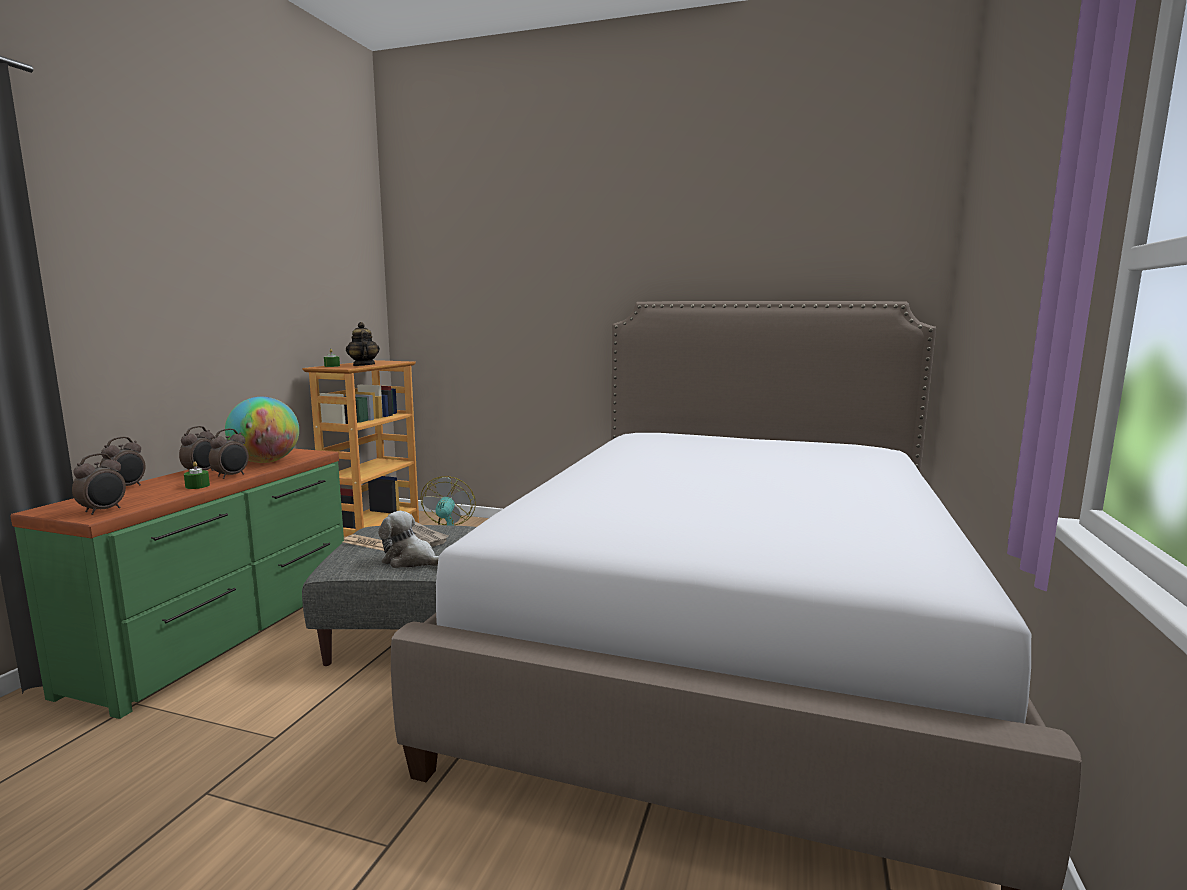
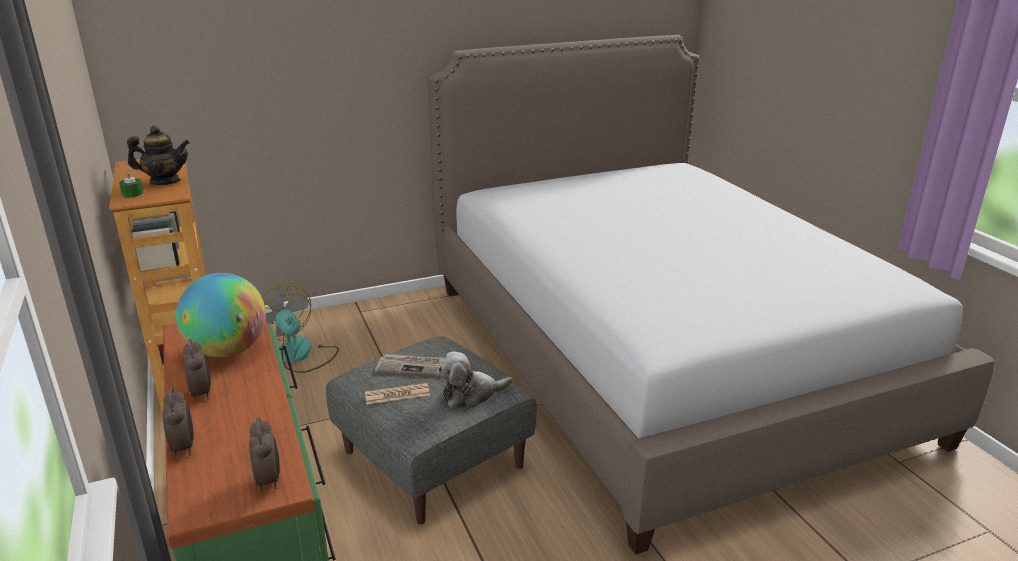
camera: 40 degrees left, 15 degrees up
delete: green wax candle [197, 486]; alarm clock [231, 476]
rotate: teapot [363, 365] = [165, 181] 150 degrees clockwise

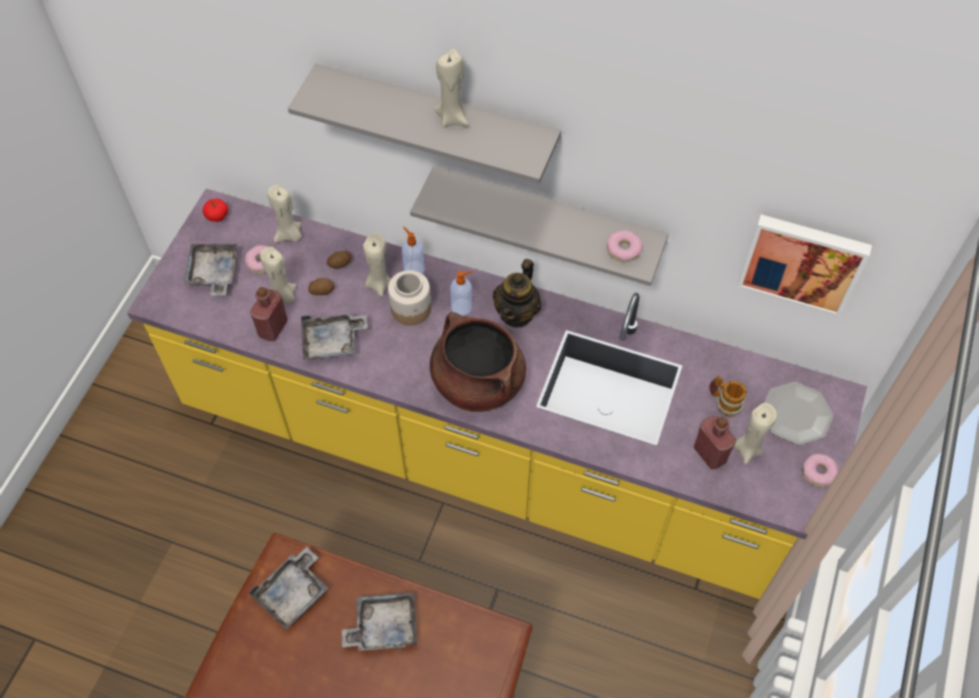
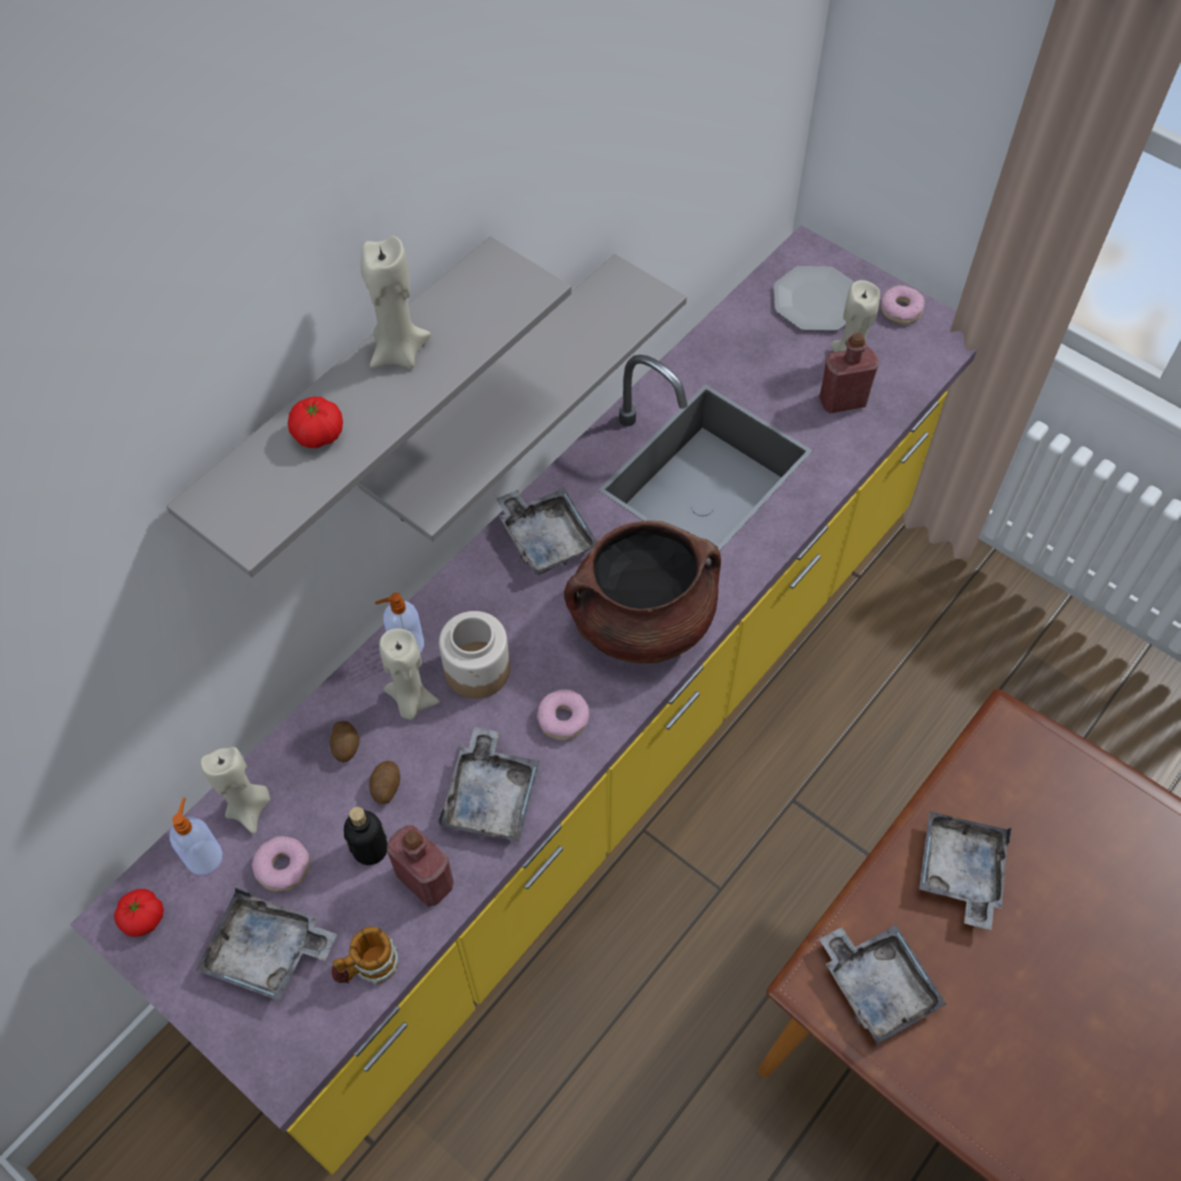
camera: 70 degrees left, 0 degrees up
delete: wall art [802, 262]
insert: whole tomato [318, 434]
move: soap dispenser [462, 307] to [204, 856]; mug [724, 402] to [368, 967]; ring doughnut [623, 249] to [563, 718]
replace: beige-coloured wax candle [283, 297] to drink bottle [370, 849]; teapot [517, 313] to grey serving tray [546, 538]

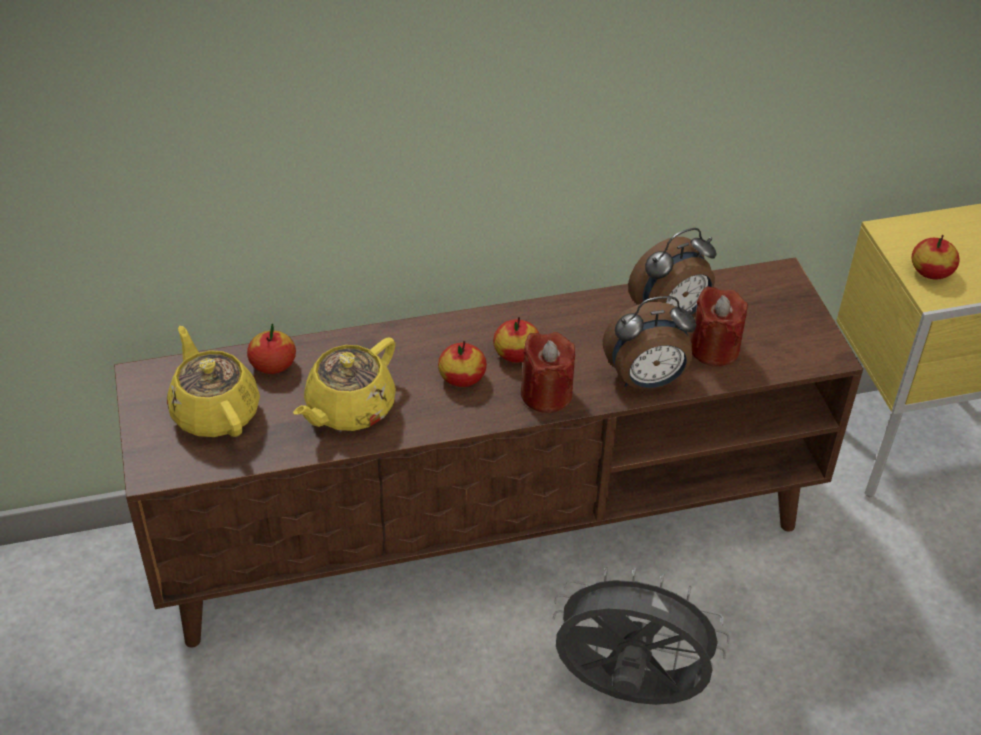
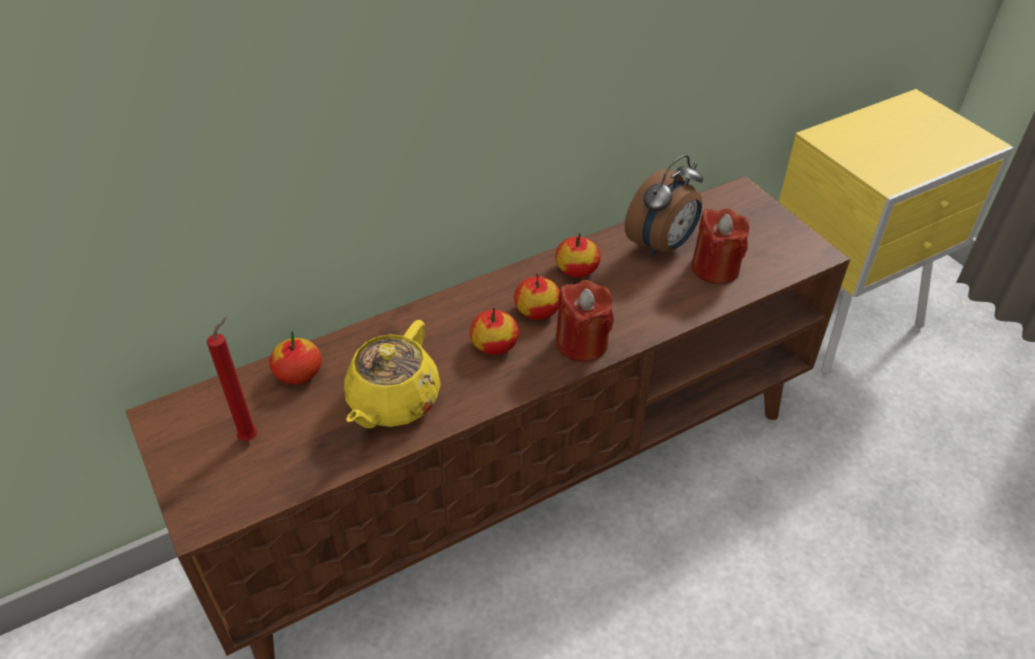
camera: 15 degrees left, 0 degrees up
delete: grey fan [627, 692]; alarm clock [646, 381]
move: apple [931, 271] to [577, 269]
replace: yellow teapot [215, 411] to red wax candle [251, 436]

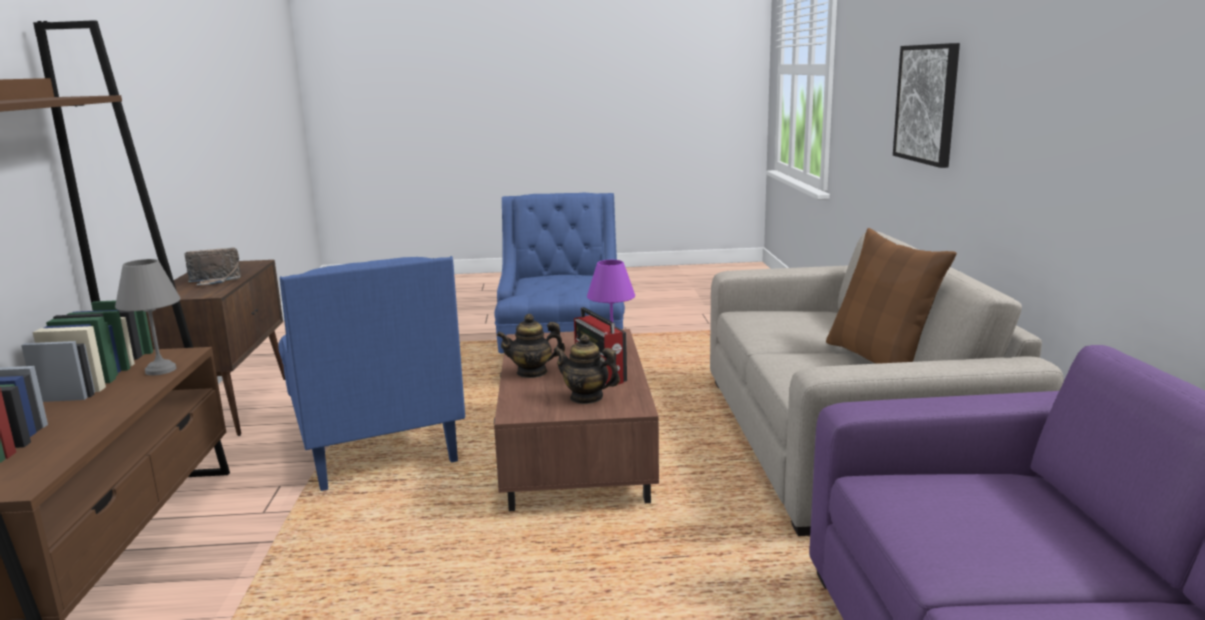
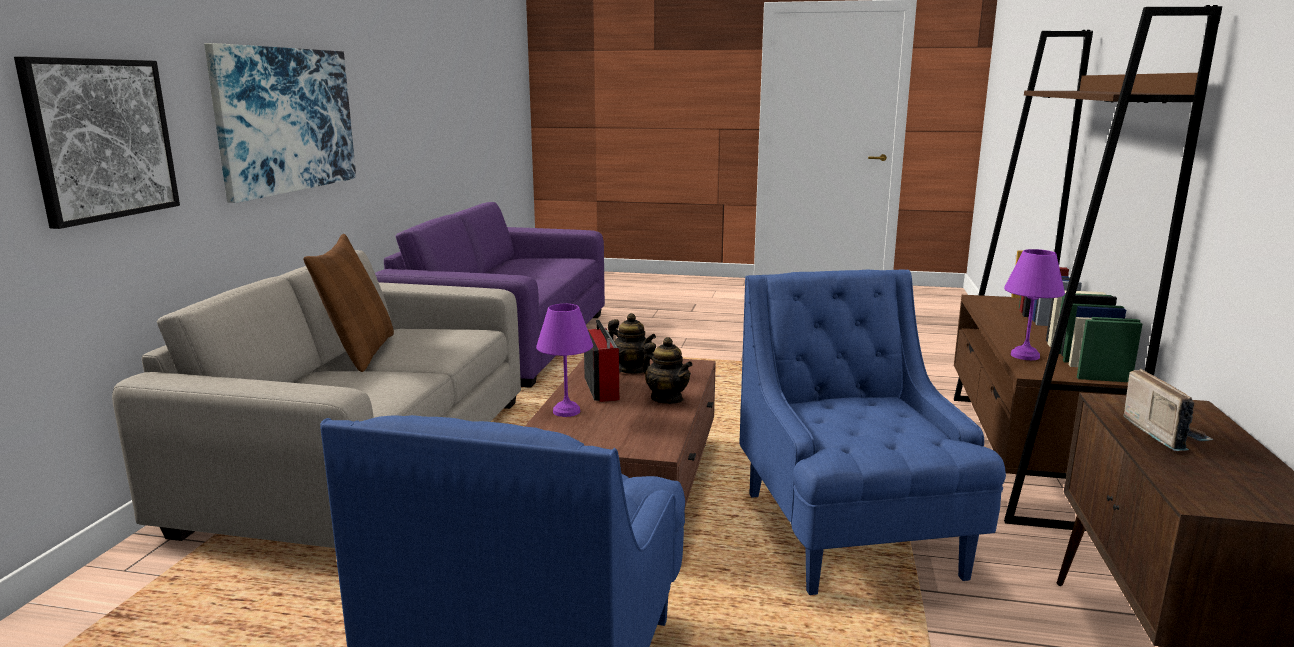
camera: 165 degrees left, 0 degrees up
insert: wall art [286, 120]
recolor: grey lamp for a table [162, 370] to purplish lamp for a table [1024, 356]
rotate: teapot [532, 372] = [667, 399] 45 degrees clockwise; radio [216, 282] = [1163, 433] 90 degrees clockwise

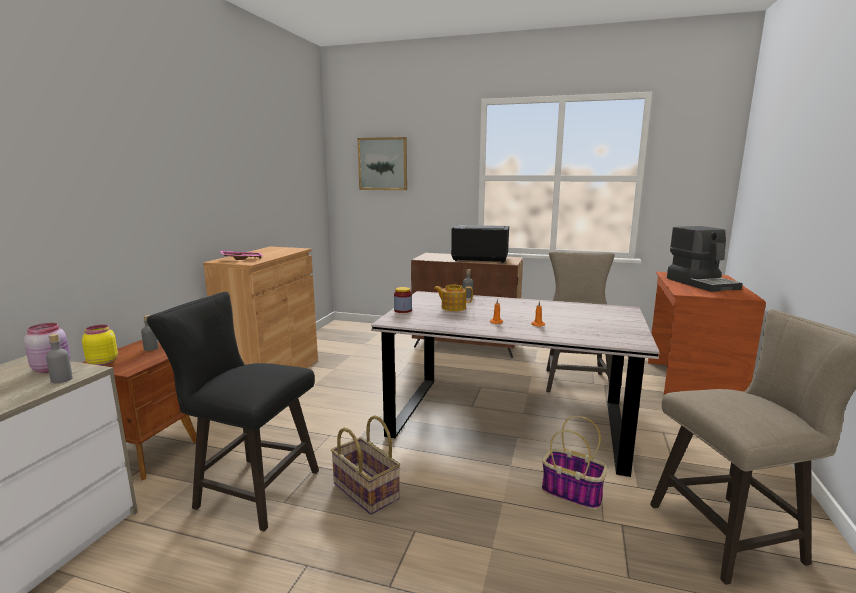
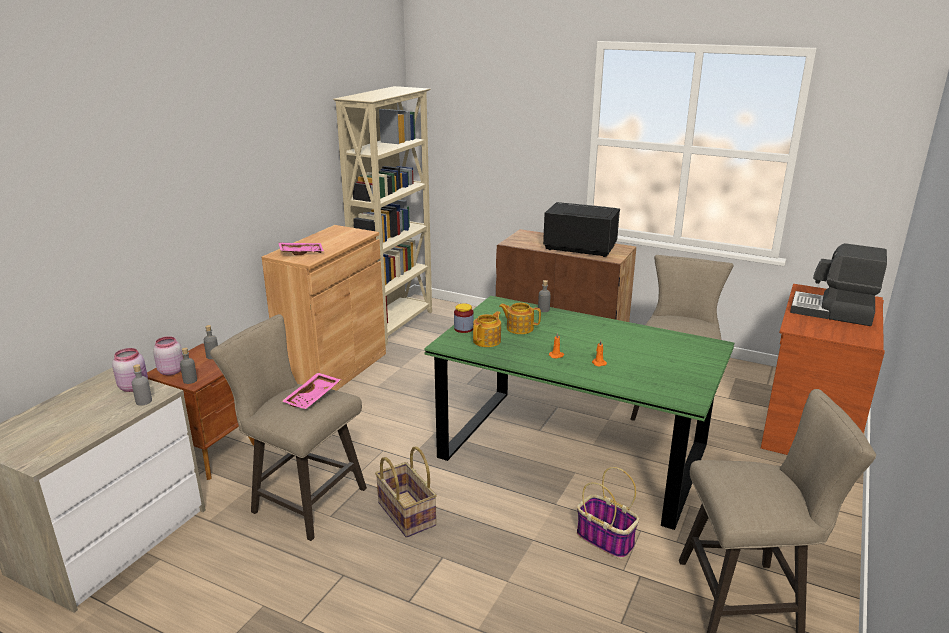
camera: 10 degrees right, 10 degrees up
delete: wall art [383, 164]
insert: grey drink bottle [190, 380]; pinkish serving tray [313, 397]; beige-coloured bookshelf [395, 324]; teapot [487, 341]
recolor: yellow jar [102, 362] to pinkish jar [170, 371]; blackish stool seat [250, 488] to beige-coloured stool seat [302, 499]; grey kitchen table [508, 419] to green kitchen table [574, 450]
rotate: coffee machine [702, 283] = [832, 312] 120 degrees clockwise

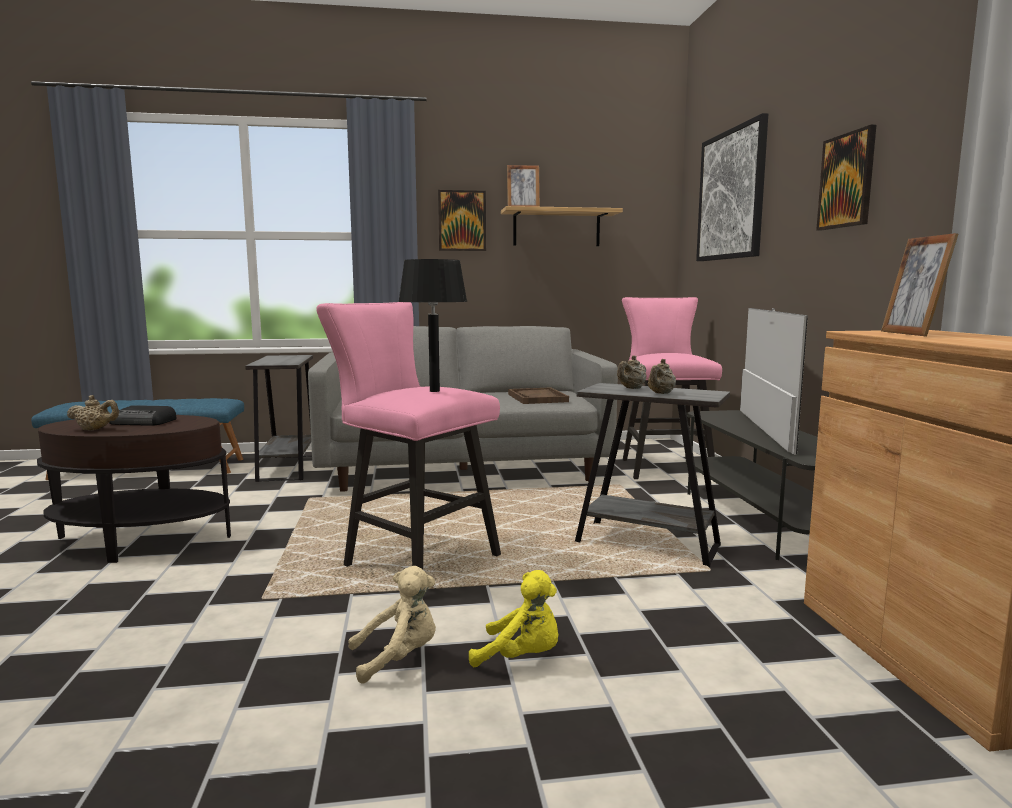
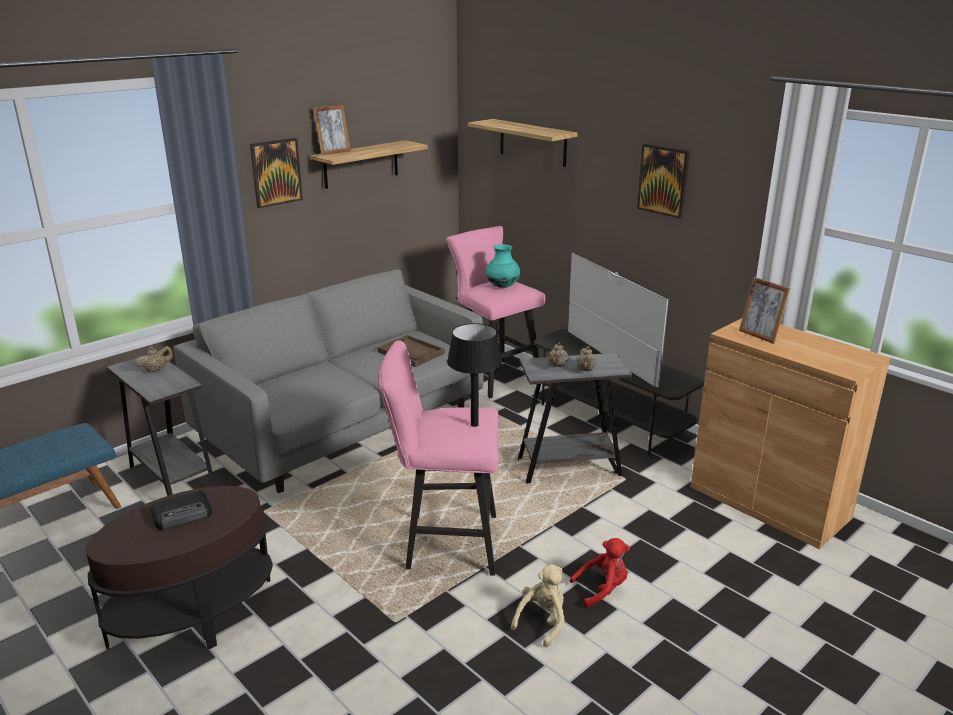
camera: 35 degrees left, 15 degrees up
insert: turquoise vase [502, 286]
move: beige-coloured teapot [95, 429] to [156, 370]
replace: wall art [731, 195] to shelf [532, 142]
recolor: yellow cuddly toy [521, 657] to red cuddly toy [602, 589]

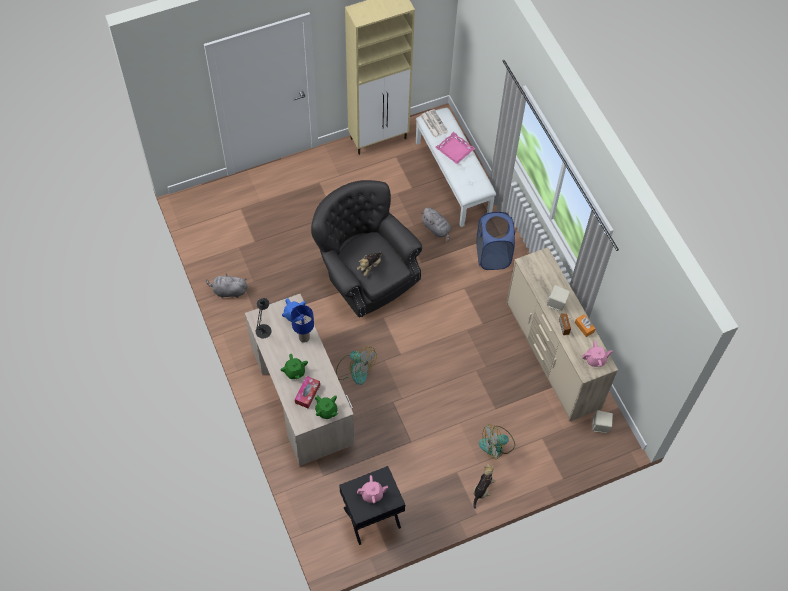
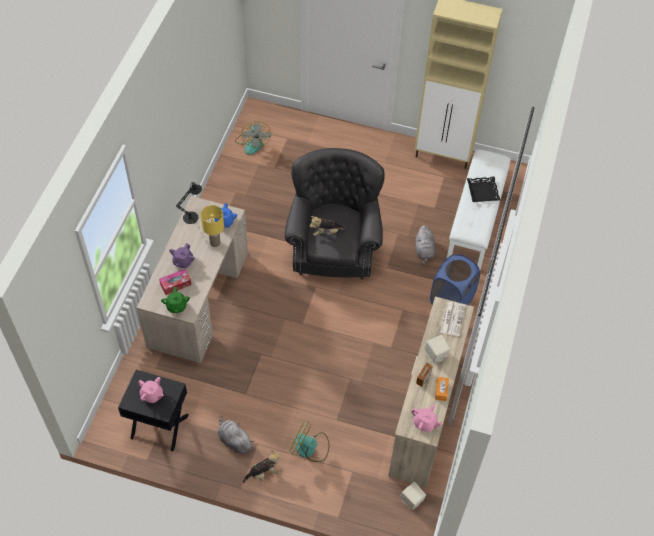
camera: 40 degrees right, 5 degrees down
move: grey cuddly toy [228, 291] to [234, 441]; fan [354, 369] to [252, 143]; newspaper [433, 123] to [452, 318]
recolor: green teapot [294, 372] to purplish teapot [183, 262]; blue lamp for a table [304, 337] to yellow lamp for a table [215, 242]; pinkish serving tray [455, 150] to blackish serving tray [483, 191]

